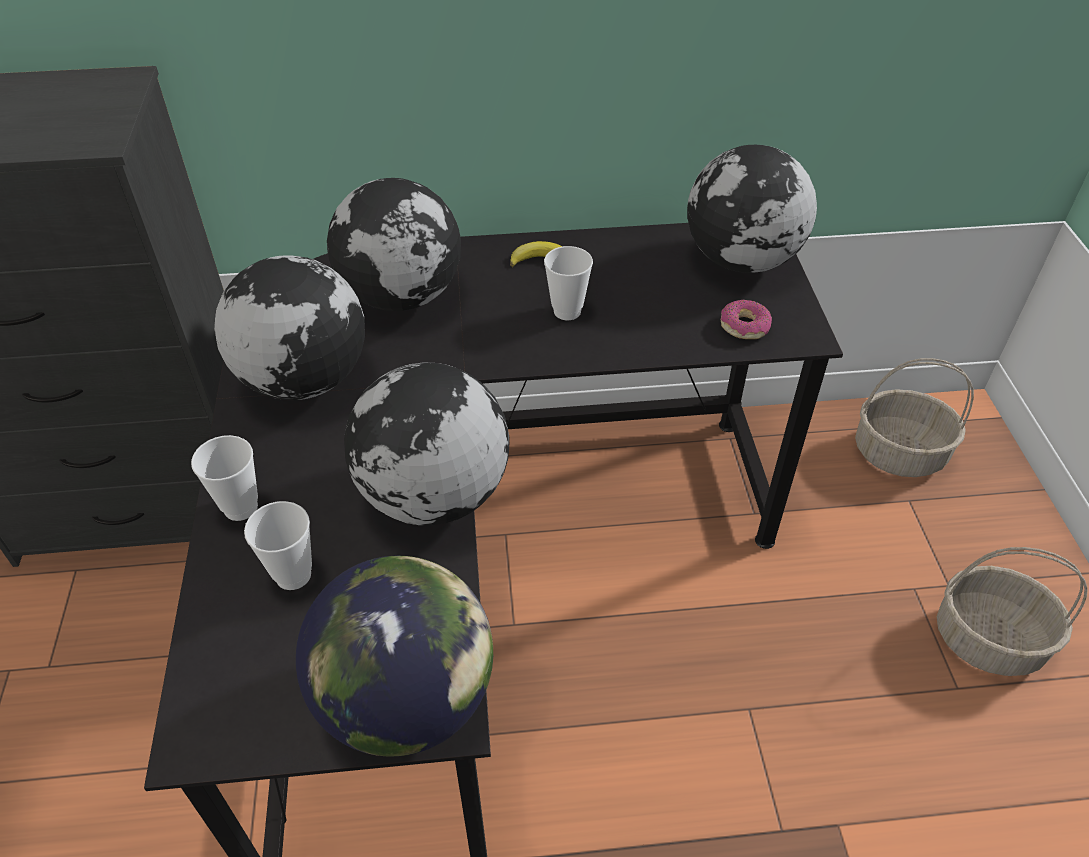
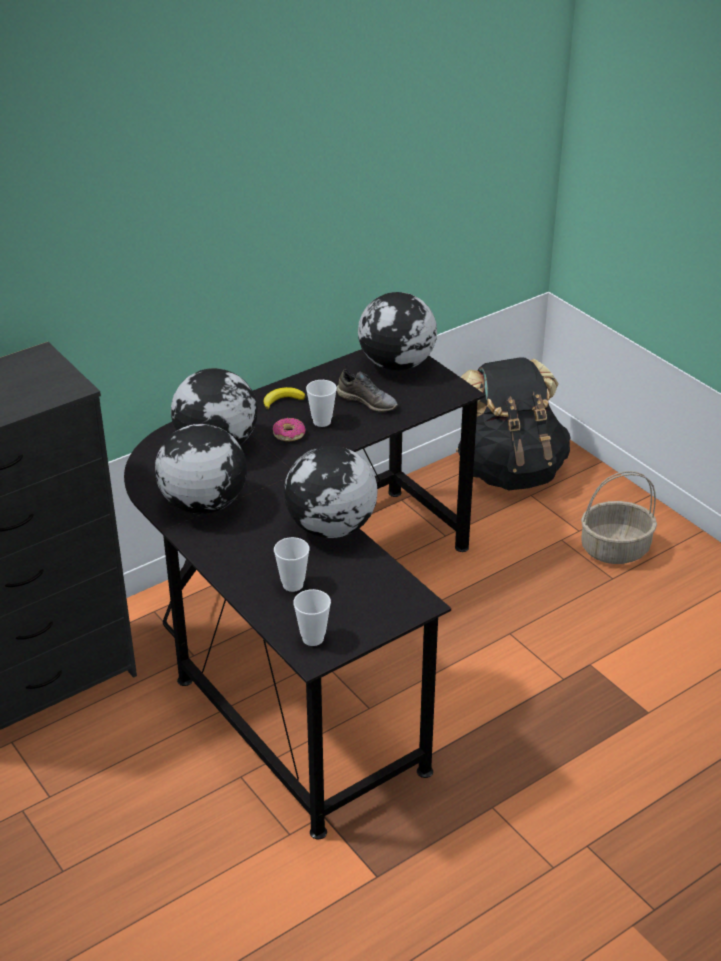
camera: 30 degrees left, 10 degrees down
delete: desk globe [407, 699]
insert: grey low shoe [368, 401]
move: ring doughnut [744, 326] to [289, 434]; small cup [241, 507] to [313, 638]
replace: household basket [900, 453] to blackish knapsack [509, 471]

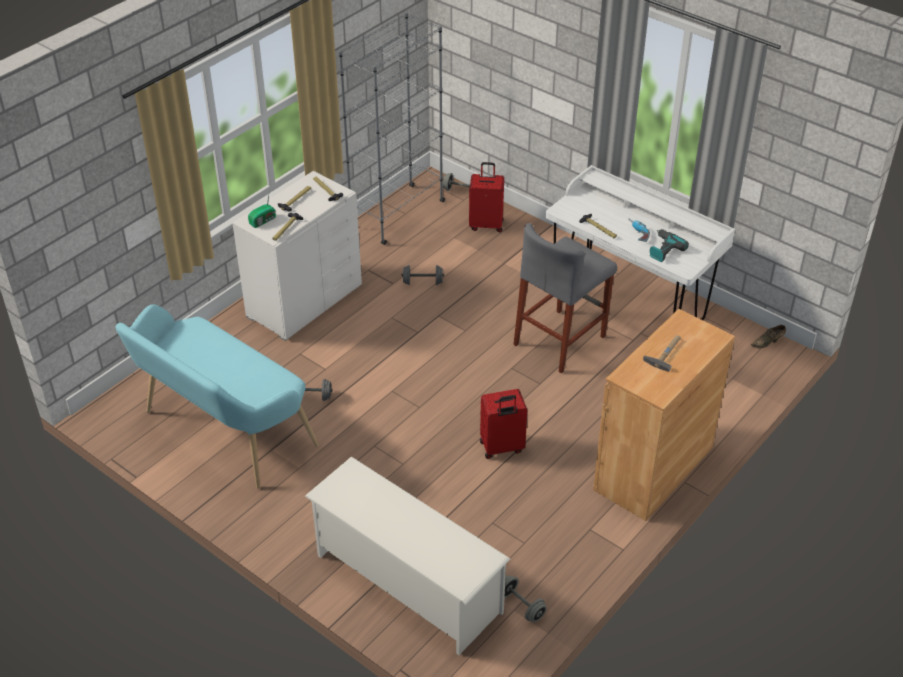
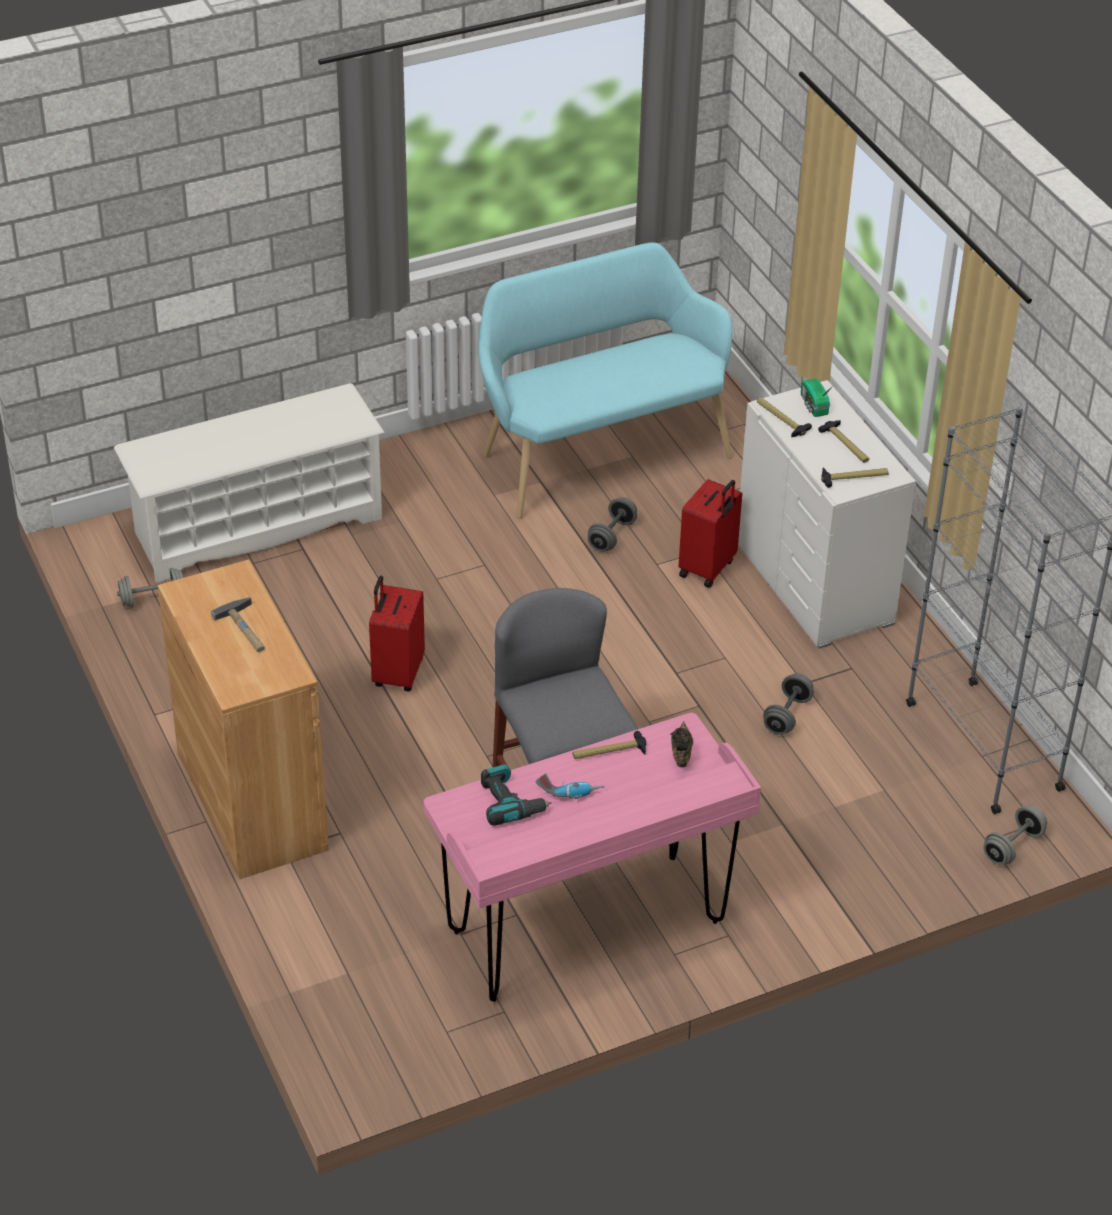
camera: 115 degrees right, 0 degrees up
move: brown low shoe [768, 343] to [681, 754]; red suitcase [486, 224] to [708, 568]
recolor: white-coloured desk table [628, 306] to pinkish desk table [586, 928]

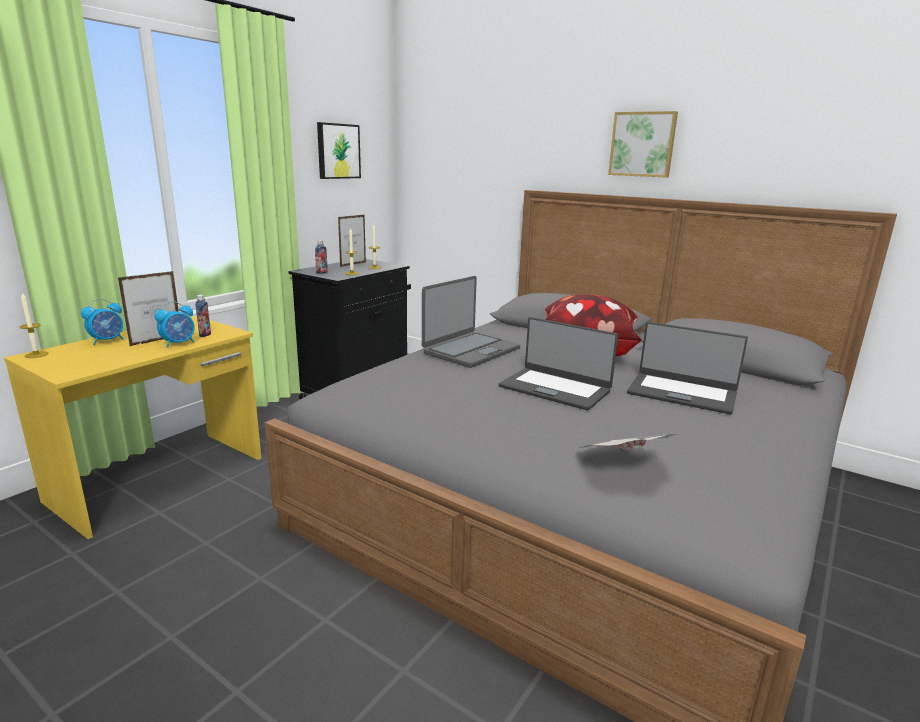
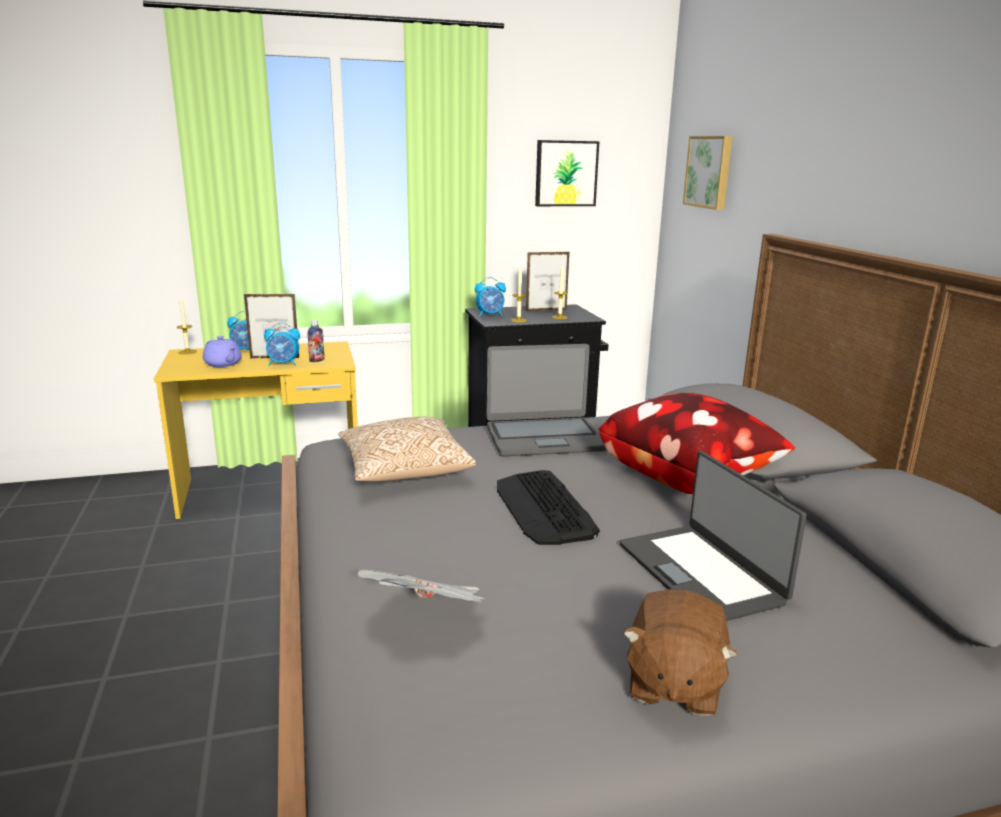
camera: 40 degrees right, 0 degrees up
insert: purplish teapot [223, 364]; pillow [404, 470]; brown cuddly toy [673, 683]
move: wall art [642, 144] to [710, 172]
replace: drink bottle [322, 273] to alarm clock [490, 315]; laptop [555, 388] to keyboard [543, 508]

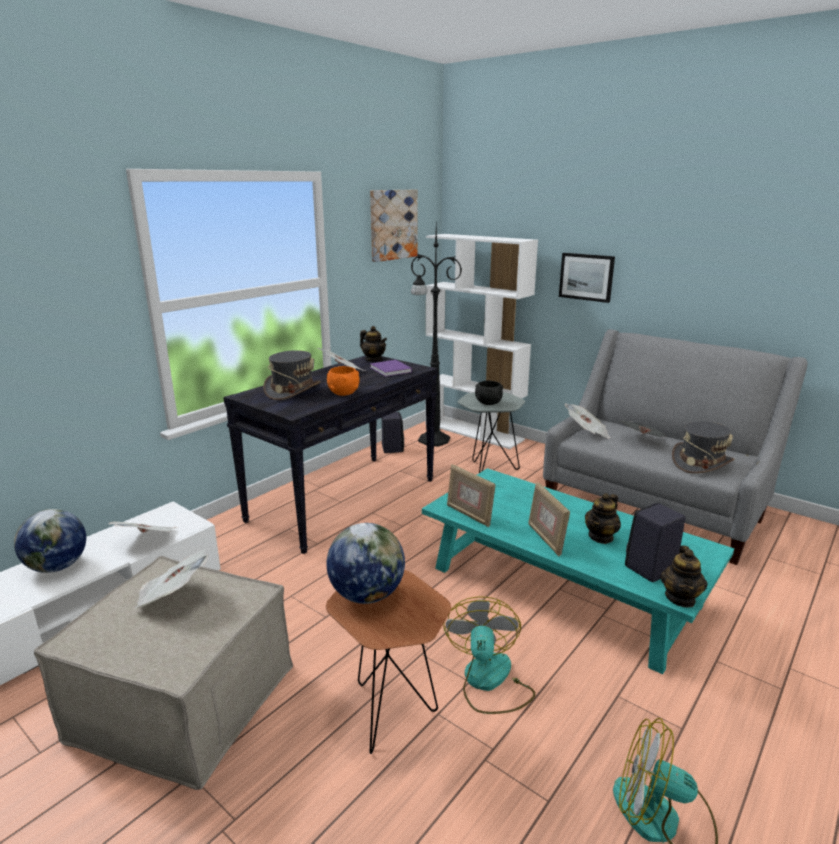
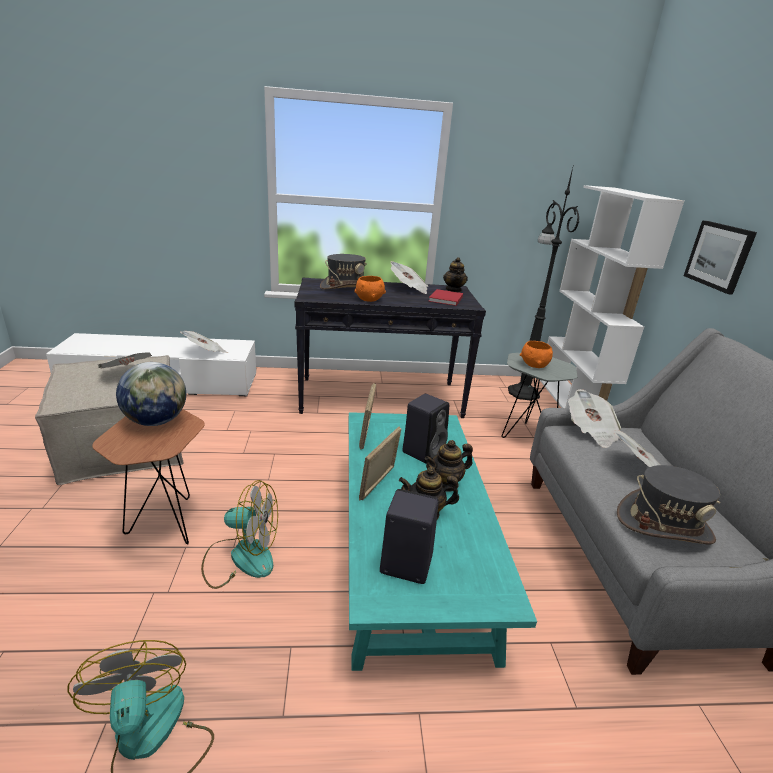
camera: 45 degrees right, 5 degrees up
delete: desk globe [57, 567]; wall art [393, 224]
move: blackish loudspeaker [392, 448] to [423, 451]; teapot [680, 598] to [445, 483]
recolor: purplish book [391, 370] to red book [445, 299]; blackish serving bowl [488, 403] to orangey serving bowl [534, 365]
rotate: fan [489, 682] = [241, 557] 45 degrees clockwise

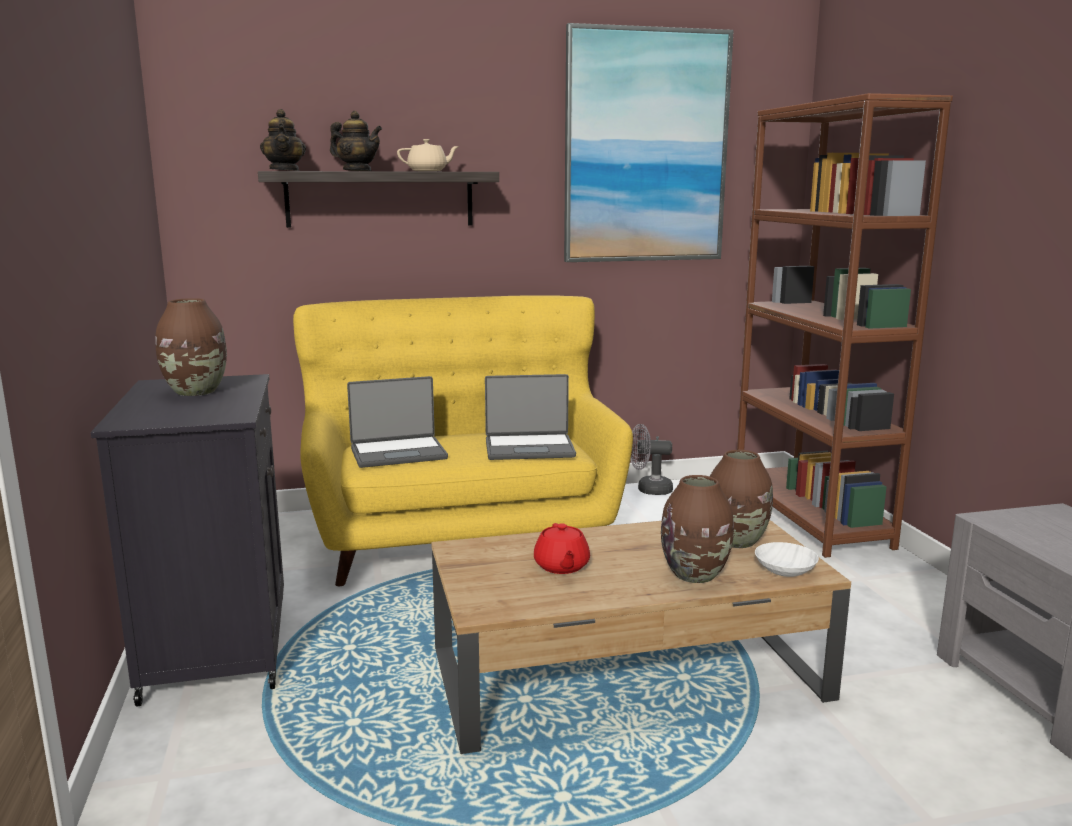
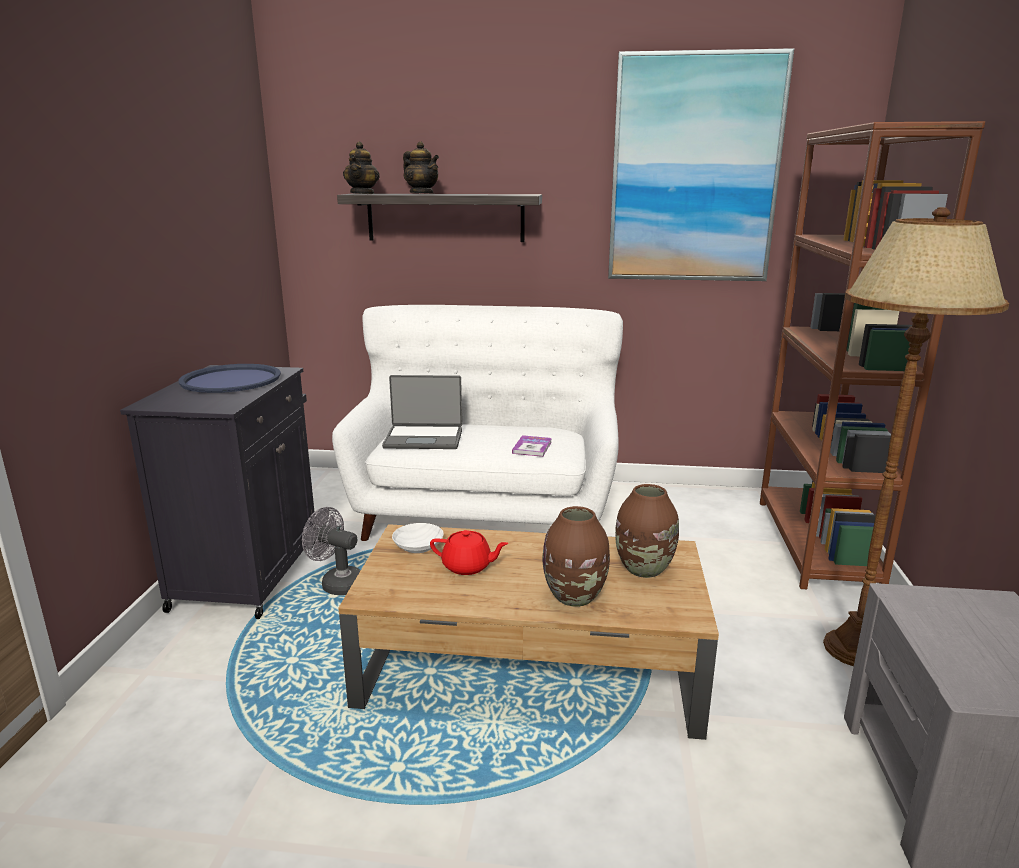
camera: 20 degrees right, 5 degrees up
delete: beige-coloured teapot [428, 171]
insert: brown standing lamp [855, 649]
move: grey fan [648, 489] to [337, 583]; white-coloured serving bowl [784, 570] to [417, 547]
replace: brown vase [196, 392] to blue serving tray [231, 380]; laptop [529, 448] to book [532, 447]
recolor: yellow couch [462, 535] to white-coloured couch [485, 511]
rotate: red teapot [561, 566] = [468, 566] 90 degrees counterclockwise

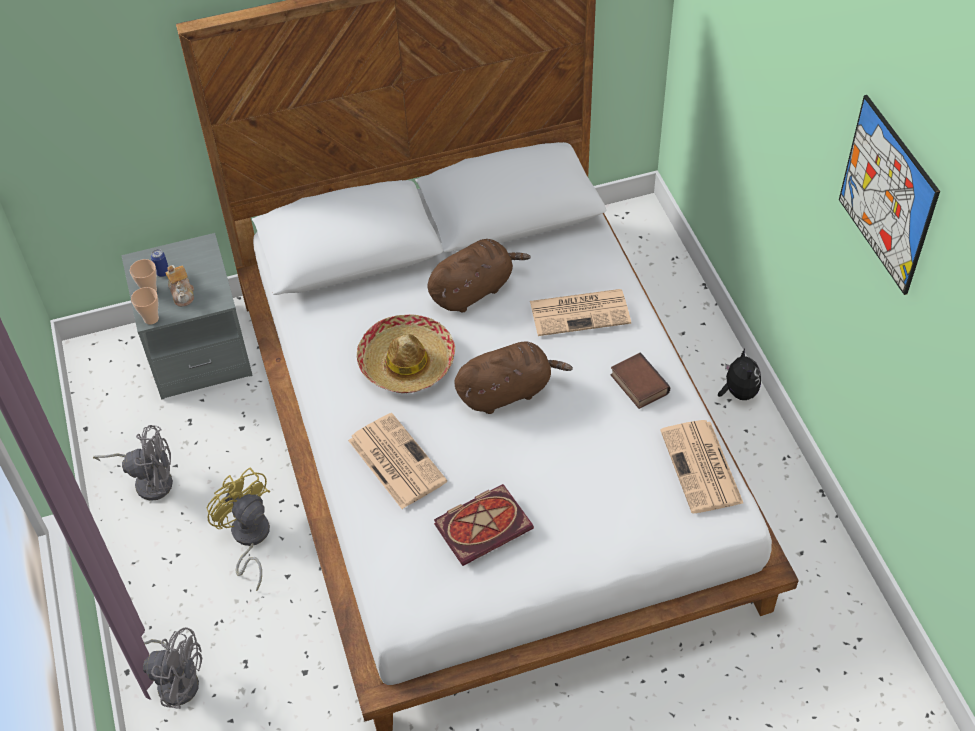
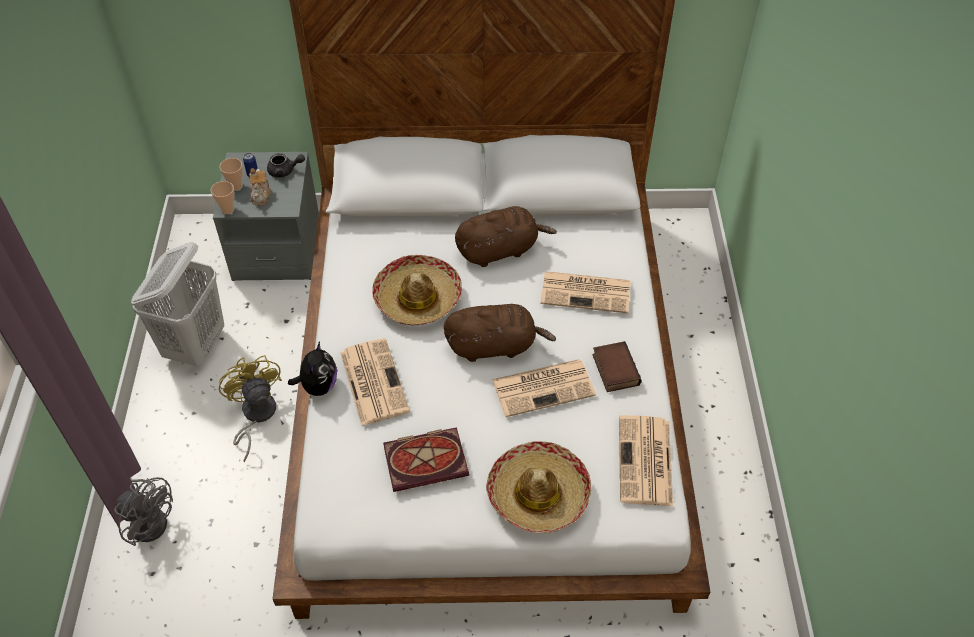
camera: 15 degrees right, 0 degrees up
delete: wall art [887, 195]
insert: grey teapot [285, 171]; clothing hat [538, 494]; newspaper [544, 387]
move: cuddly toy [738, 392] to [318, 386]
replace: grey fan [149, 480] to white-coloured hamper [196, 345]

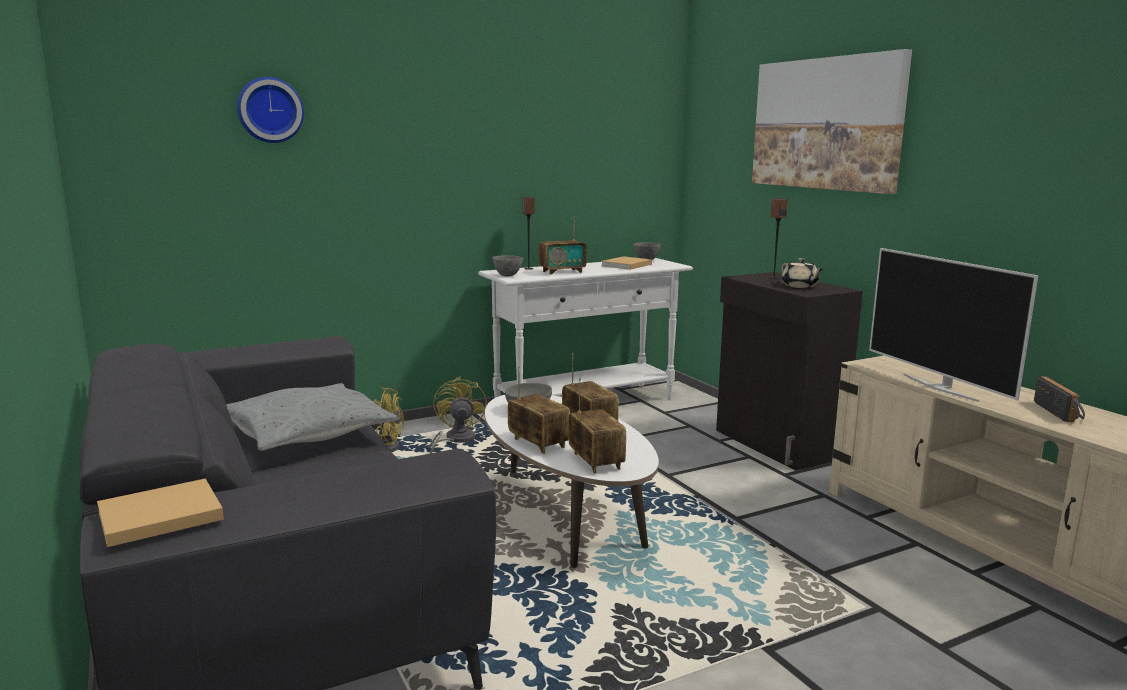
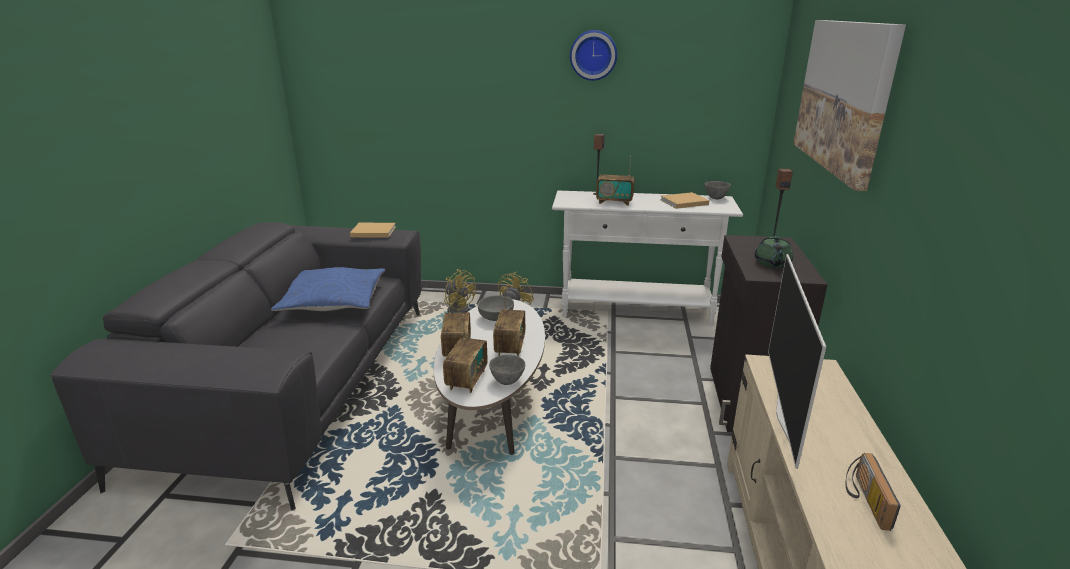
camera: 35 degrees right, 10 degrees up
move: beige-coloured book [156, 516] to [372, 232]; grey serving bowl [507, 275] to [507, 381]; clock on the wall [270, 110] to [593, 55]
recolor: grey pillow [306, 433] to blue pillow [333, 301]; beige-coloured teapot [800, 286] to green teapot [772, 263]
rotate: radio [1061, 412] = [864, 499] 150 degrees clockwise

